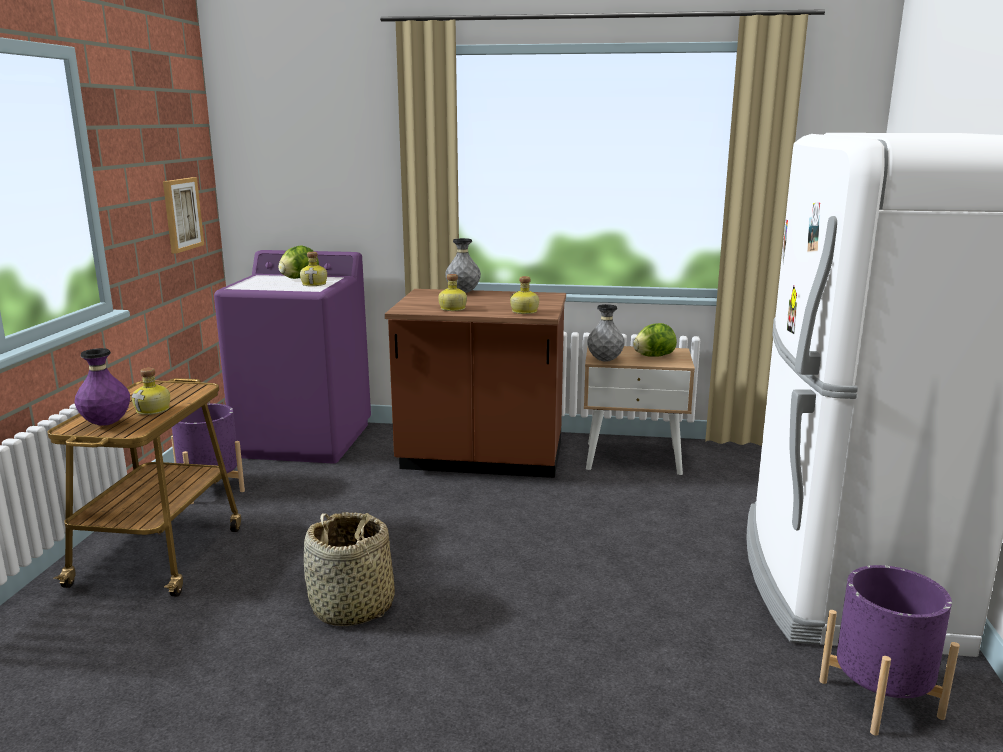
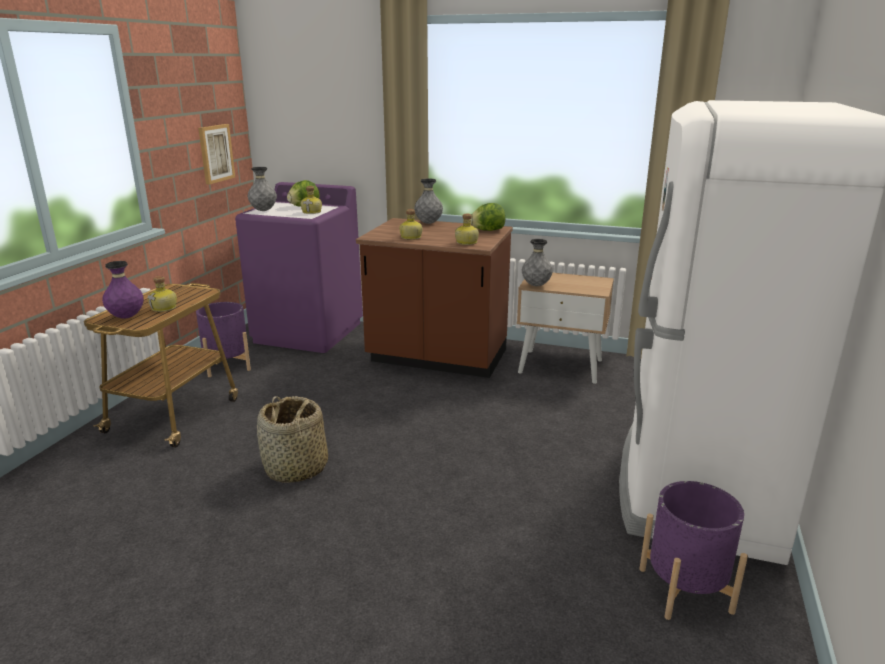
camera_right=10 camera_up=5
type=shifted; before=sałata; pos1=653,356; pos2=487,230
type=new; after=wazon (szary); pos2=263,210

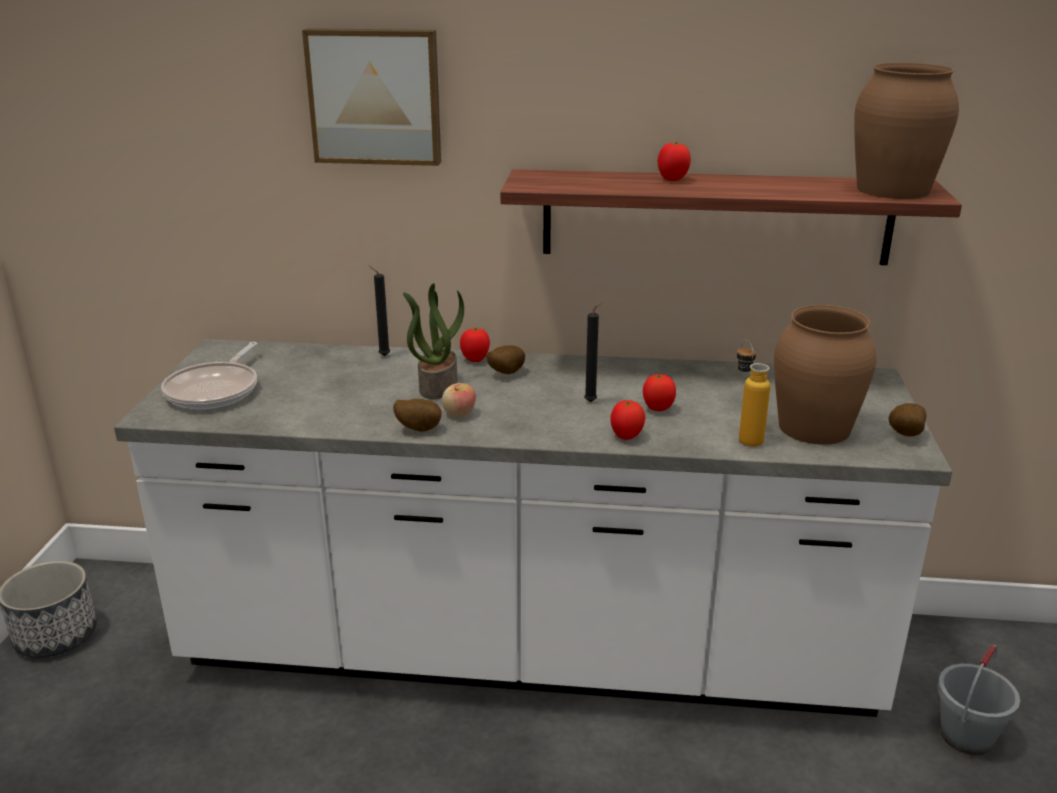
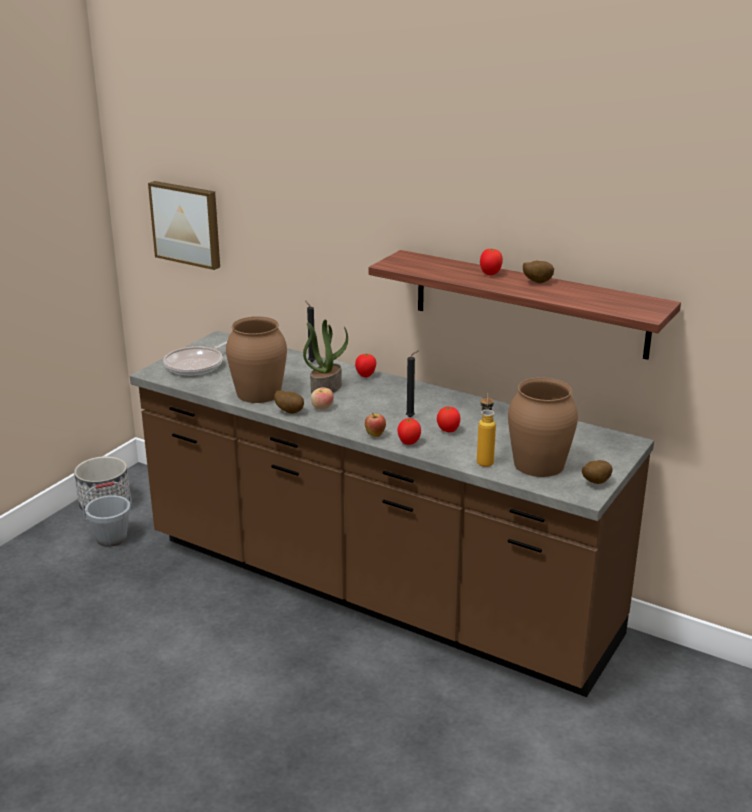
camera_right=25 camera_up=0
type=shifted; before=obraz; pos1=375,96; pos2=187,224
type=shifted; before=wazon (brązowy); pos1=891,189; pos2=258,393
type=repainted; before=zabudowa kuchenna (biały); after=zabudowa kuchenna (brązowy); pos1=528,653; pos2=376,591
type=shifted; before=ziemniak; pos1=504,373; pos2=536,282
type=shifted; before=wiadro (szary); pos1=965,736; pos2=111,538
type=new; after=jabłko; pos2=375,435

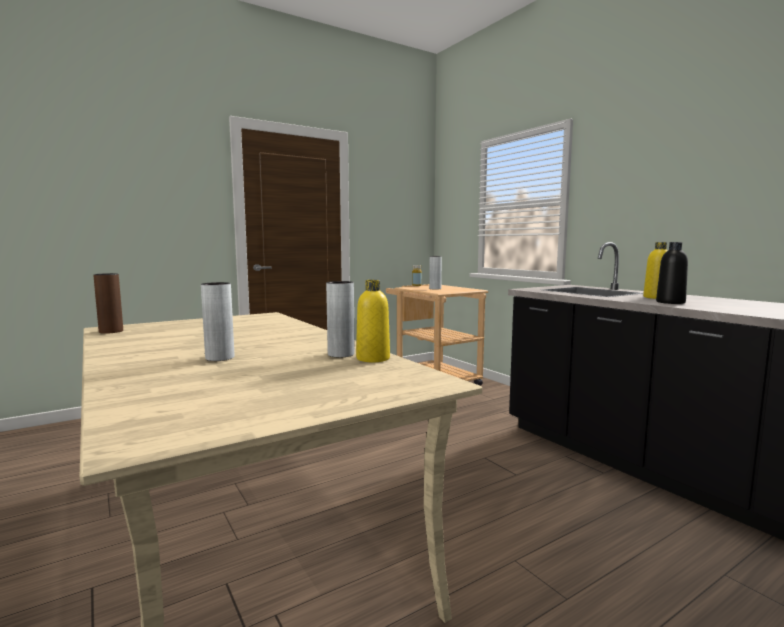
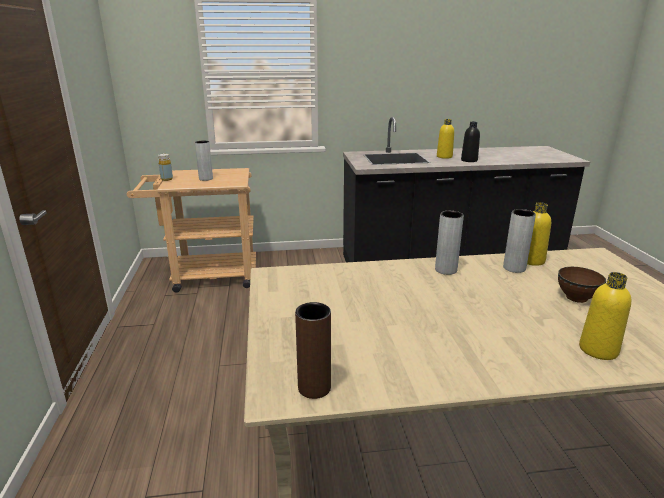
camera_right=-65 camera_up=15
type=shifted; before=wazon (szary); pos1=220,358; pos2=446,270
type=new; after=miska (brązowy); pos2=576,297
type=new; after=butelka (żółty); pos2=598,350

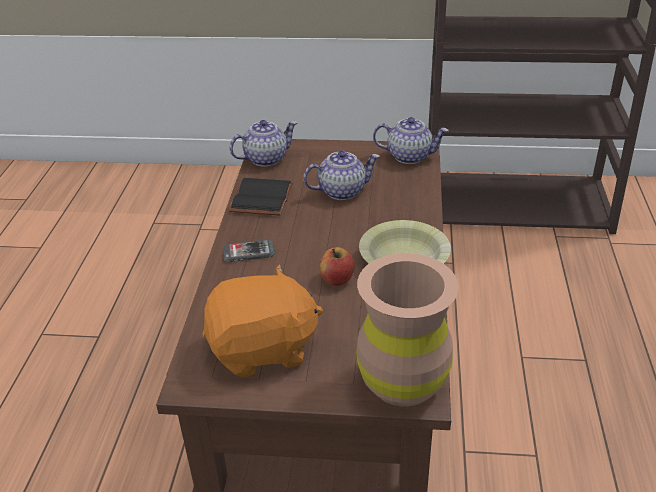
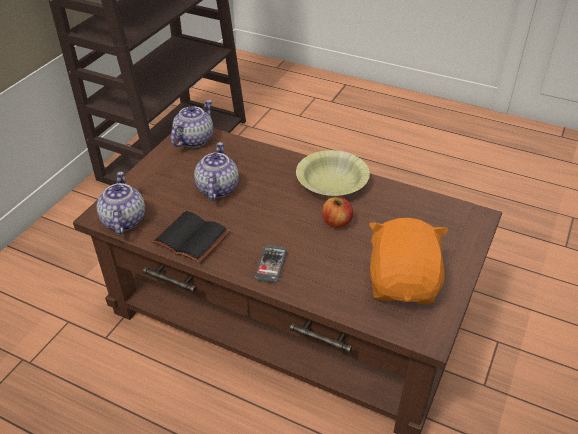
camera_right=-70 camera_up=5
type=gone; before=wazon (brązowy); pos1=403,381

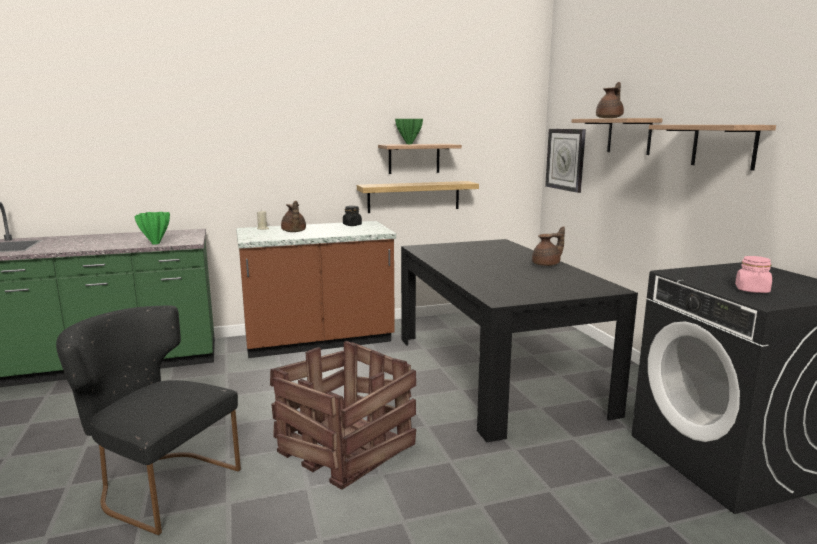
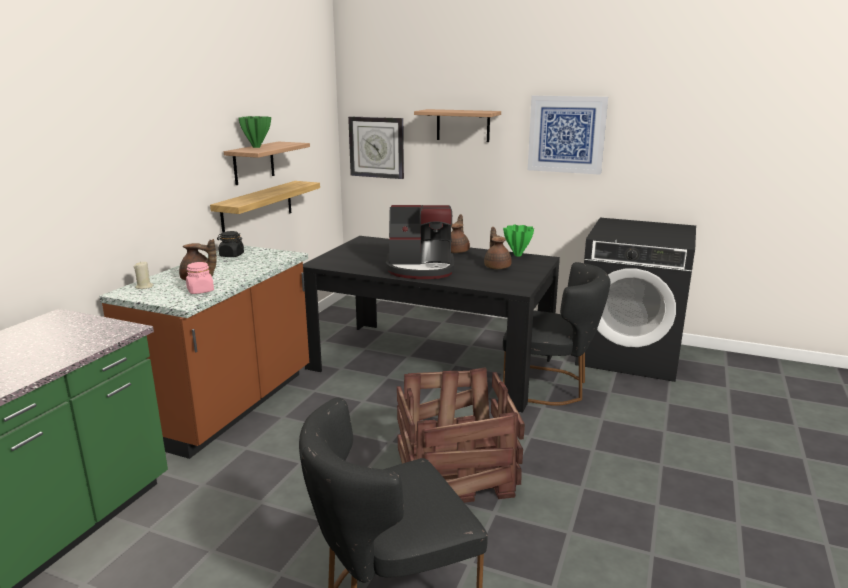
camera_right=-50 camera_up=5
type=shifted; before=imbryk (brązowy); pos1=610,118; pos2=497,267
type=swapped; before=półka; after=obraz; pos1=724,146; pos2=566,134
type=shifted; before=wazon (zielony); pos1=156,243; pos2=517,255
type=shifted; before=słoik (różowy); pos1=752,290; pos2=200,291
type=new; after=ekspres do kawy; pos2=421,269
type=new; after=krzesło (czarny); pos2=549,386

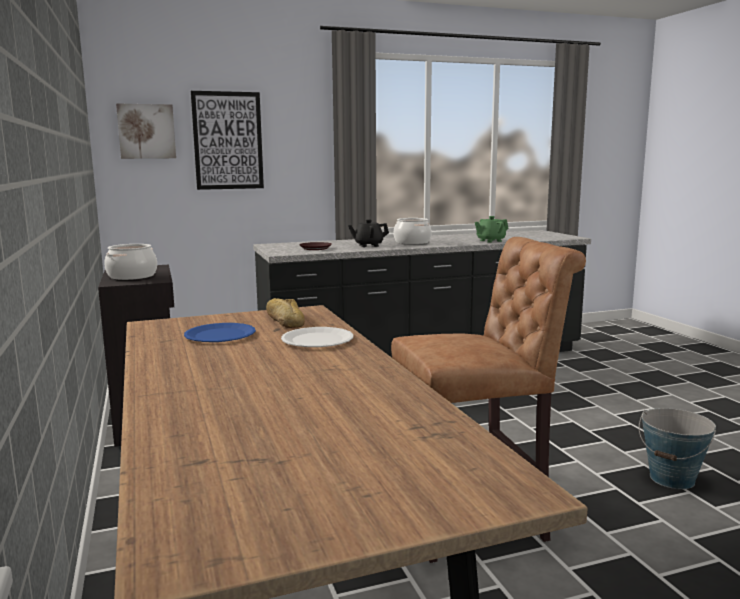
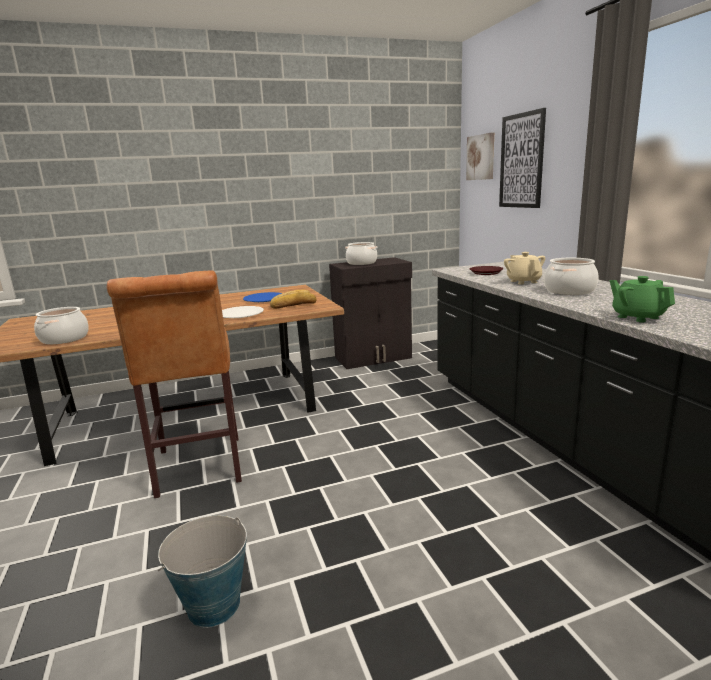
camera_right=90 camera_up=5
type=repainted; before=imbryk (czarny); after=imbryk (beżowy); pos1=368,245; pos2=523,281
type=new; after=garnek; pos2=64,339

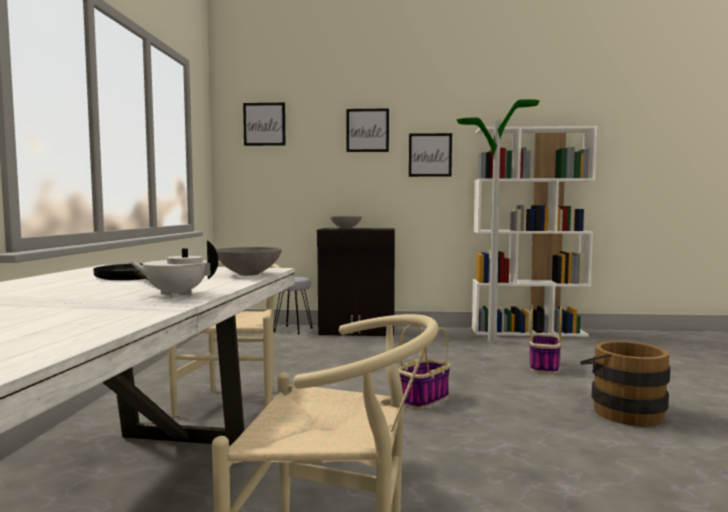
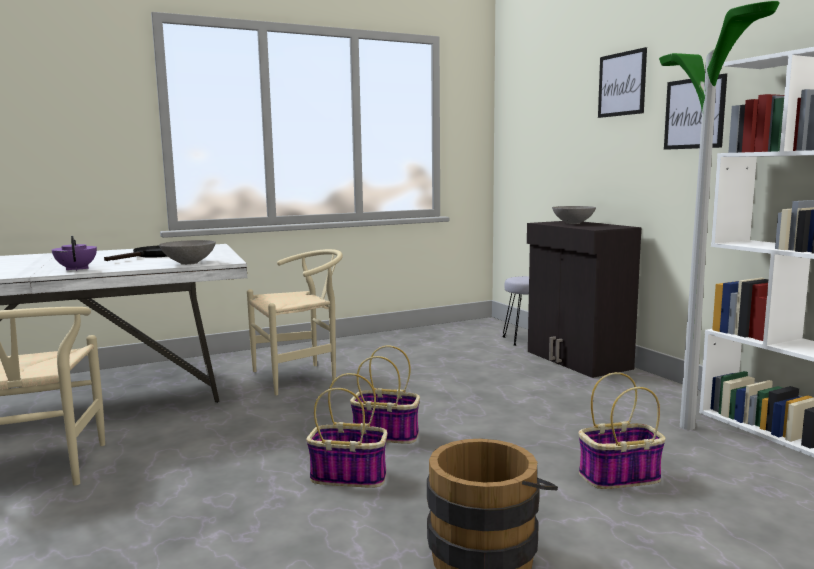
camera_right=60 camera_up=5
type=gone; before=obraz; pos1=264,124
type=repainted; before=imbryk (biały); after=imbryk (fioletowy); pos1=176,294; pos2=77,269
type=new; after=koszyk; pos2=350,476

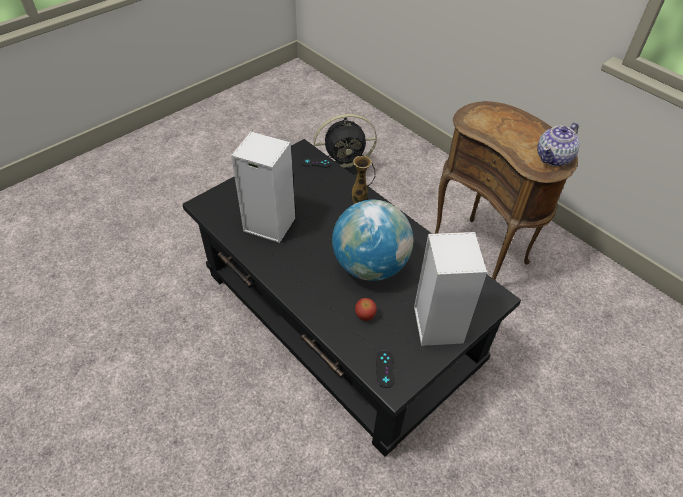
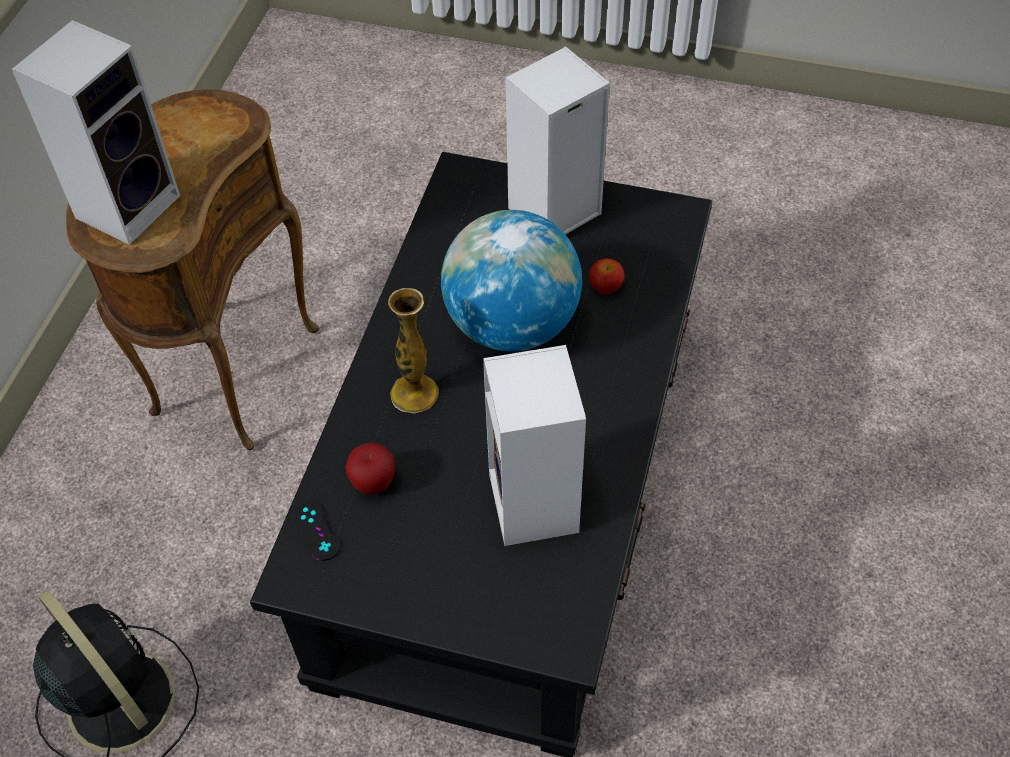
camera_right=-120 camera_up=5
type=gone; before=imbryk; pos1=554,158
type=gone; before=pad do gier (czarny); pos1=385,369
type=new; after=głośnik; pos2=129,203
type=new; after=jabłko; pos2=373,484

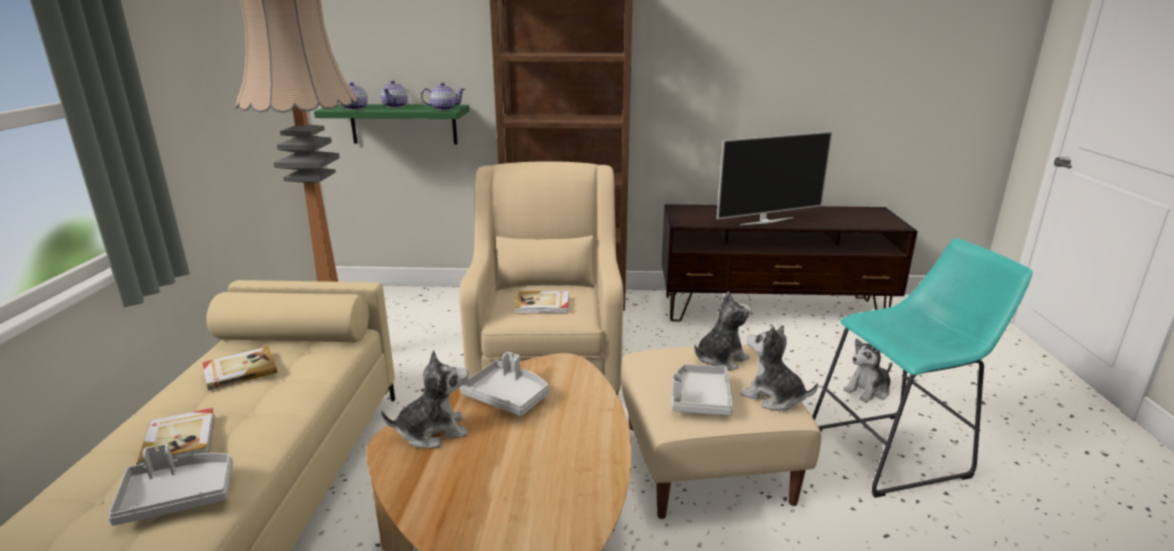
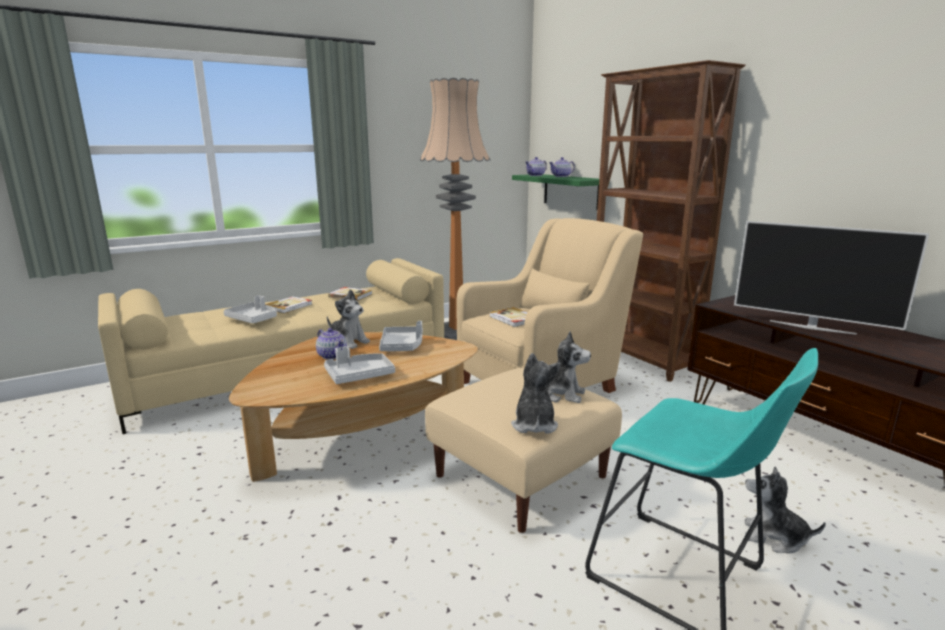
camera_right=55 camera_up=-5
type=shifted; before=imbryk; pos1=444,109; pos2=332,355
type=shifted; before=taca (szary); pos1=699,399; pos2=359,376

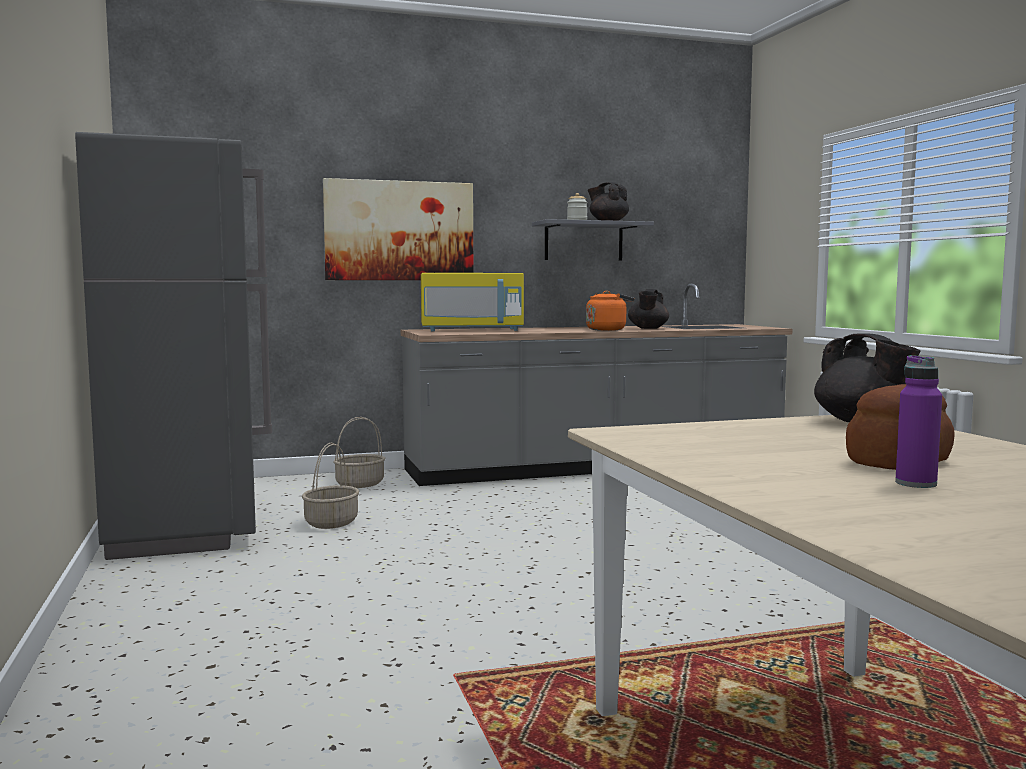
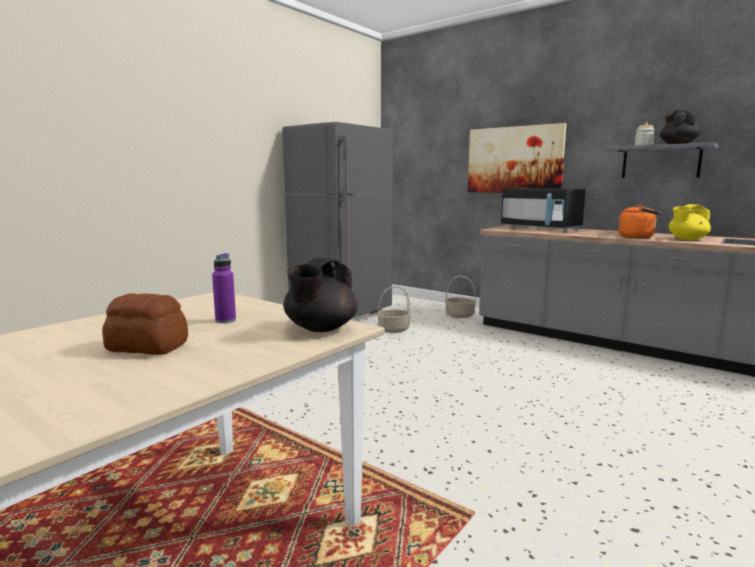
camera_right=55 camera_up=5
type=repainted; before=mikrofalówka (żółty); after=mikrofalówka (czarny); pos1=471,330; pos2=540,229
type=repainted; before=imbryk (czarny); after=imbryk (żółty); pos1=648,328; pos2=687,239
type=shifted; before=butelka (fioletowy); pos1=915,483; pos2=225,320

